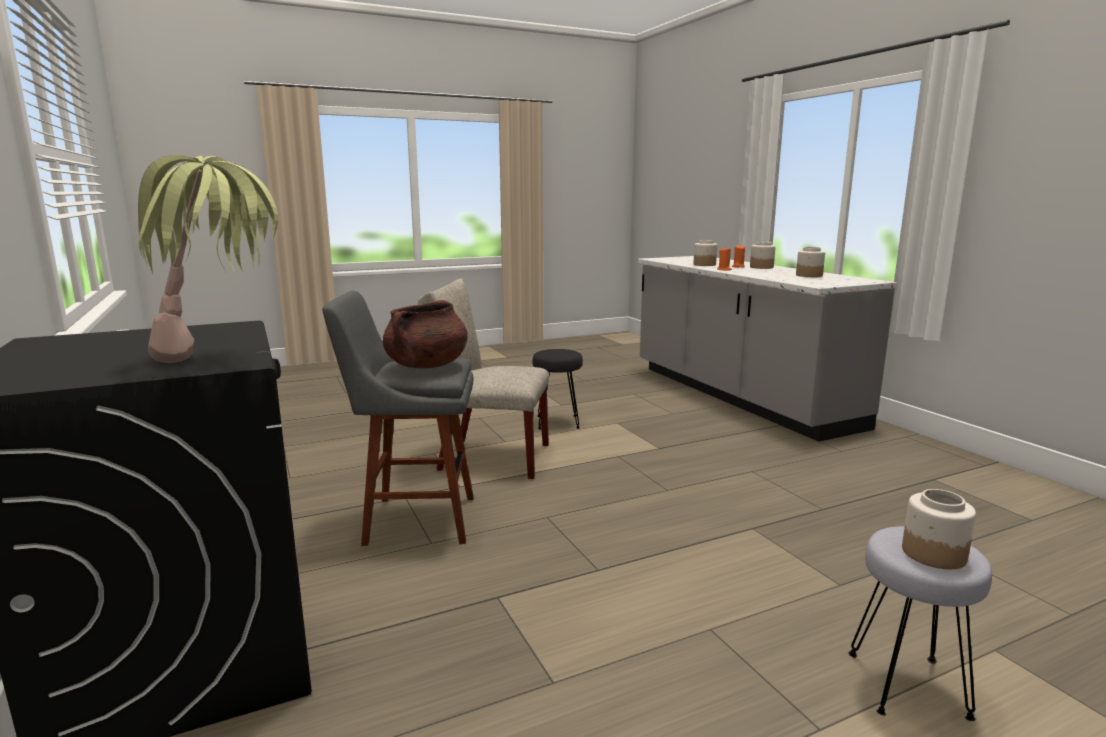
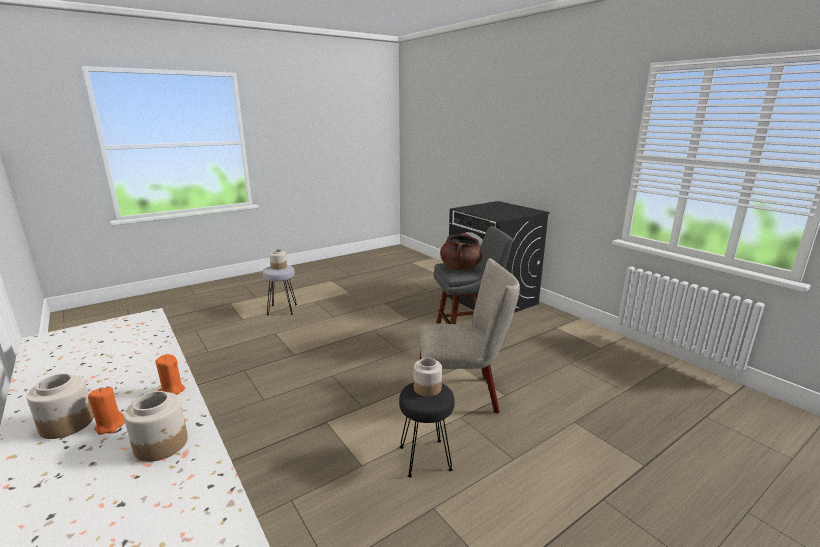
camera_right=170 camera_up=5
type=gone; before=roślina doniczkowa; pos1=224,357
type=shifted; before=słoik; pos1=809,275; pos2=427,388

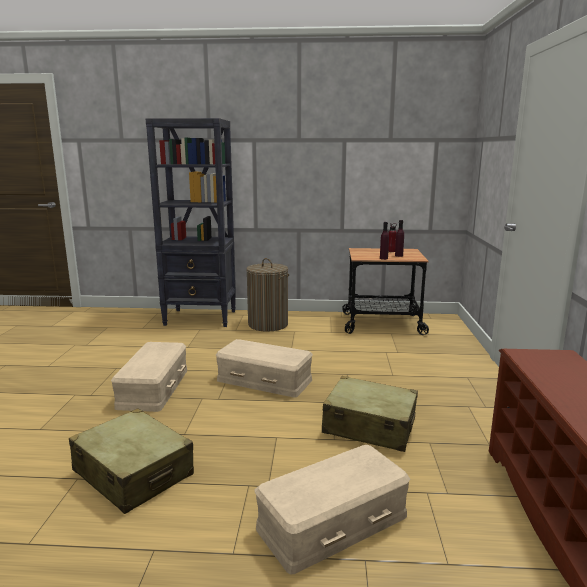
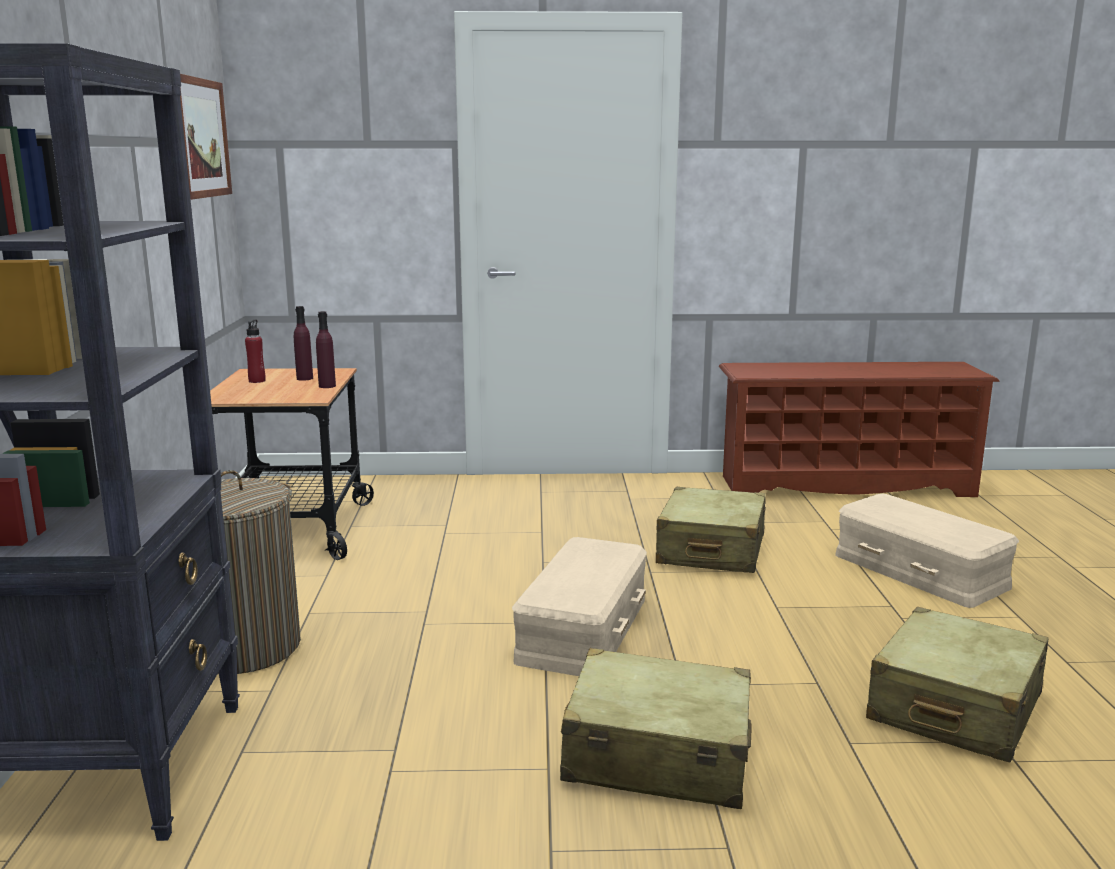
camera_right=-95 camera_up=0
type=swapped; before=pojemnik do przechowywania (beżowy); after=walizka (beżowy); pos1=152,388; pos2=656,755
type=new; after=obraz; pos2=198,138

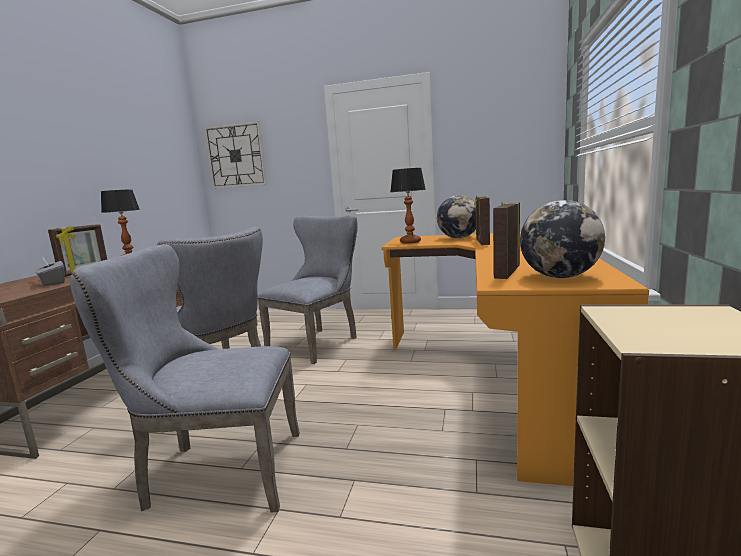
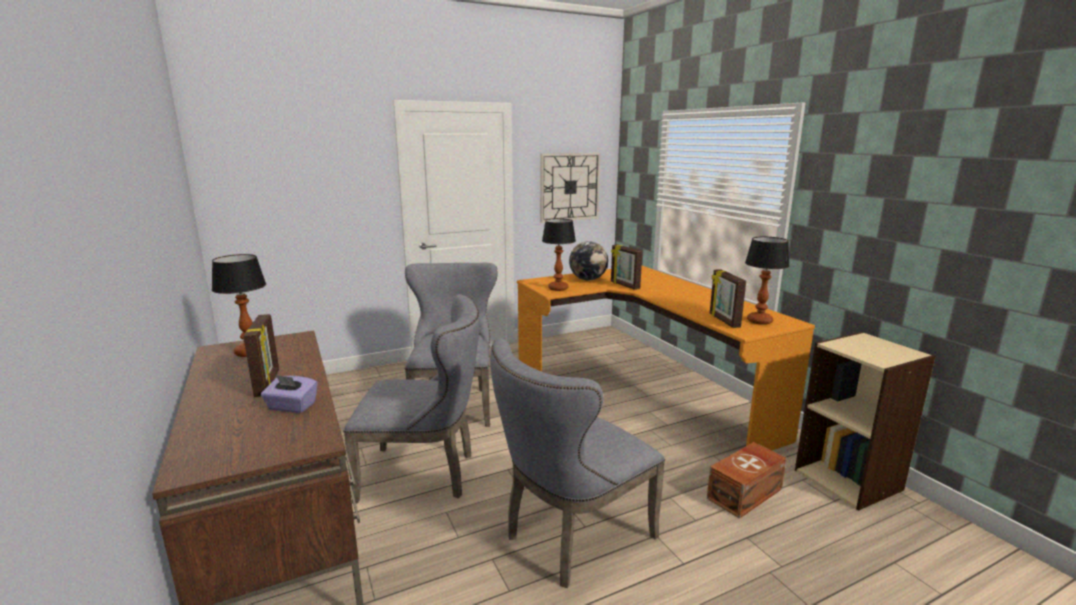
camera_right=-40 camera_up=5
type=shifted; before=zegar ścienny; pos1=236,156; pos2=569,187
type=swapped; before=globus; after=lampa stołowa; pos1=559,277; pos2=760,321
type=repainted; before=pudełko chusteczek (szary); after=pudełko chusteczek (fioletowy); pos1=53,283; pos2=291,407
type=new; after=pojemnik do przechowywania (brązowy); pos2=746,494

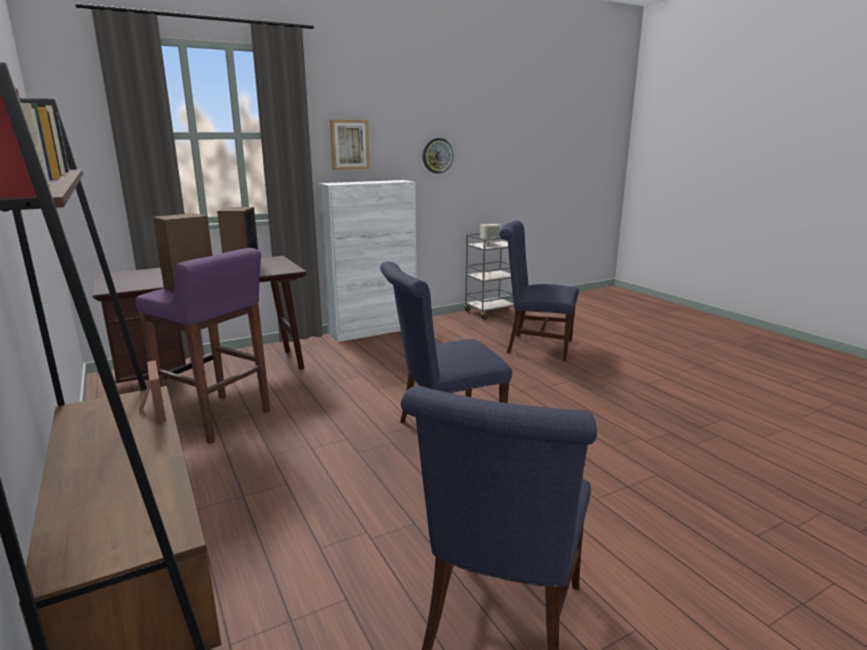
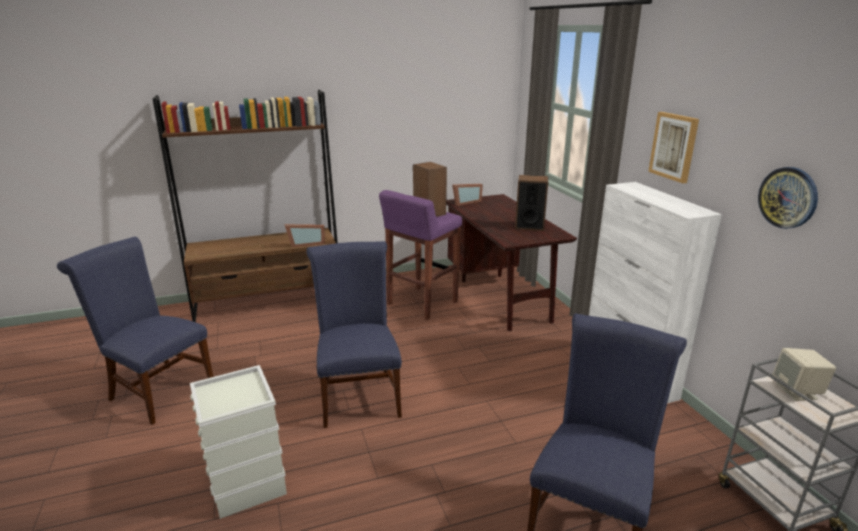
camera_right=100 camera_up=5
type=new; after=ramka na zdjęcie; pos2=465,202
type=new; after=pojemnik do przechowywania (szary); pos2=246,484

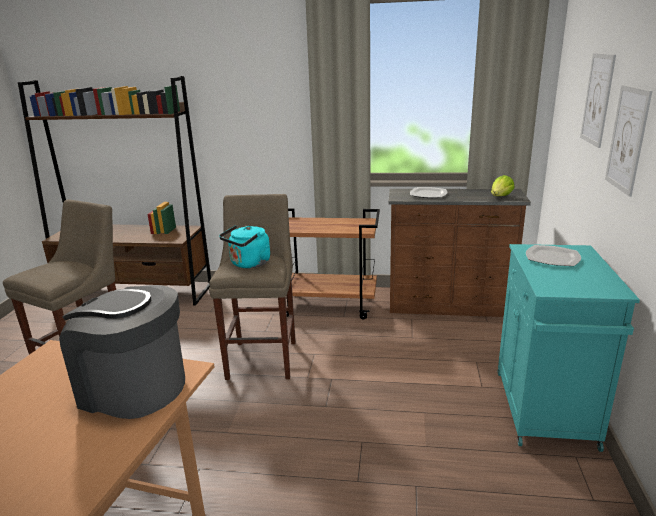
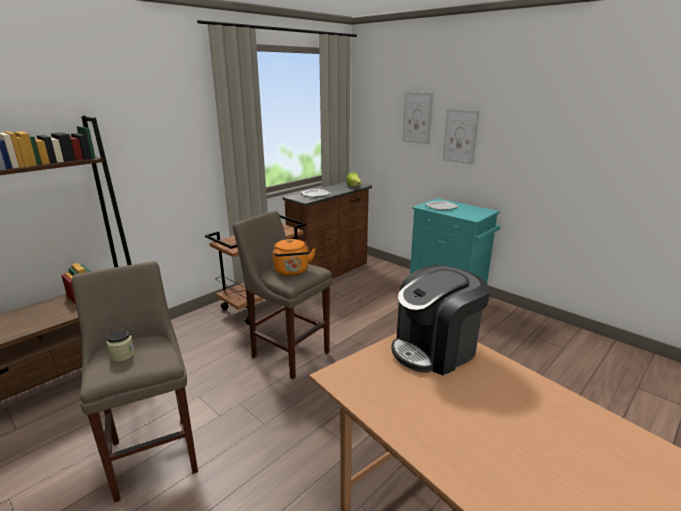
camera_right=-55 camera_up=0
type=repainted; before=czajnik (turkusowy); after=czajnik (pomarańczowy); pos1=249,264; pos2=292,272
type=new; after=słoik; pos2=122,355

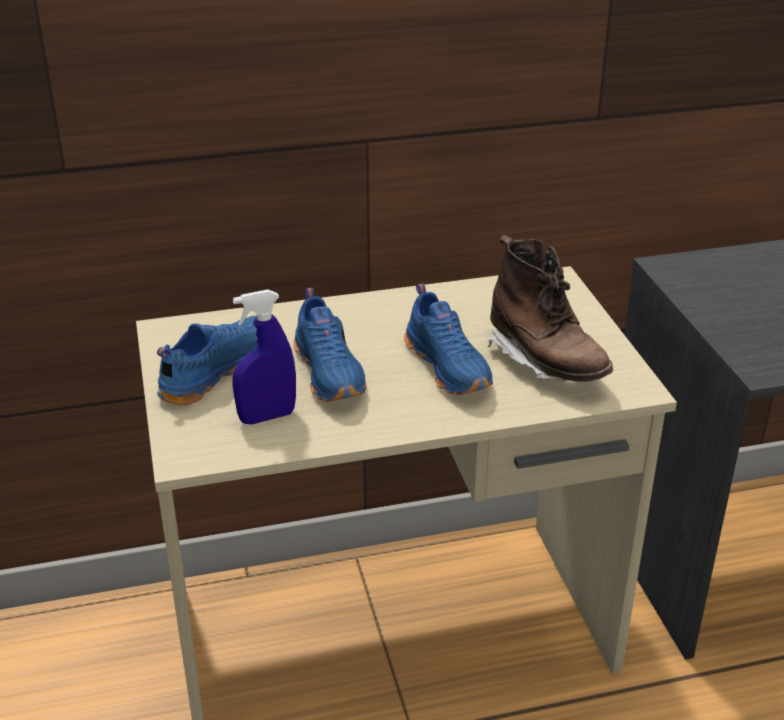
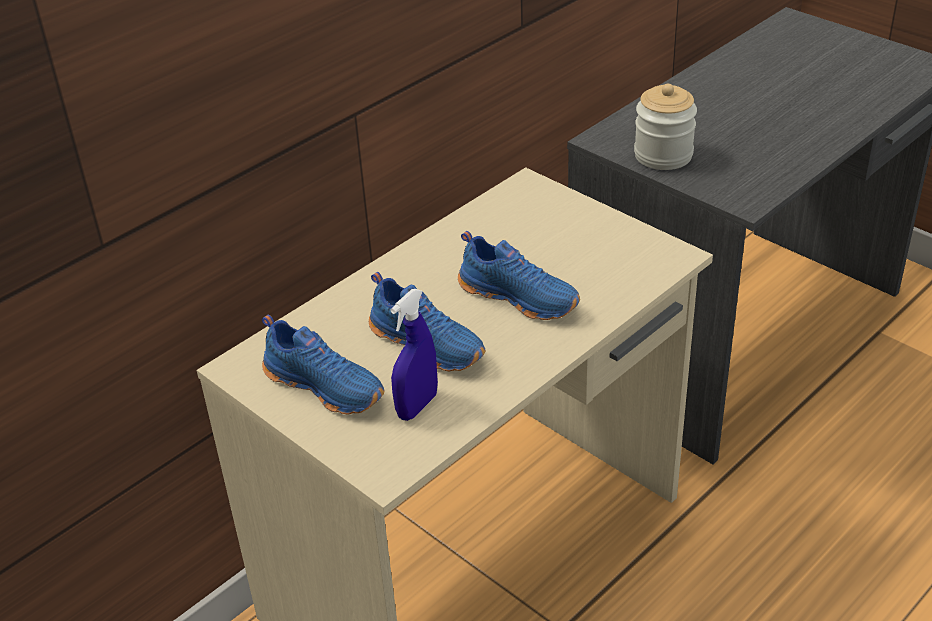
camera_right=-30 camera_up=5
type=gone; before=but z cholewką (brązowy); pos1=545,361
type=rotated; before=but (niebieski); pos1=215,371; pos2=326,385; turn=120
type=new; after=słoik; pos2=663,155

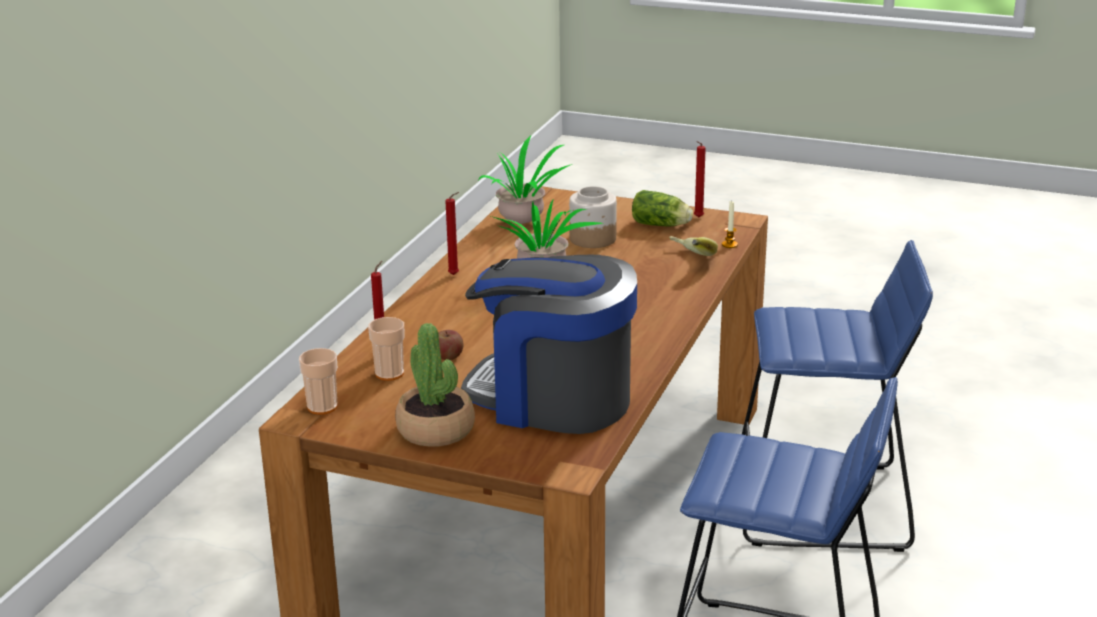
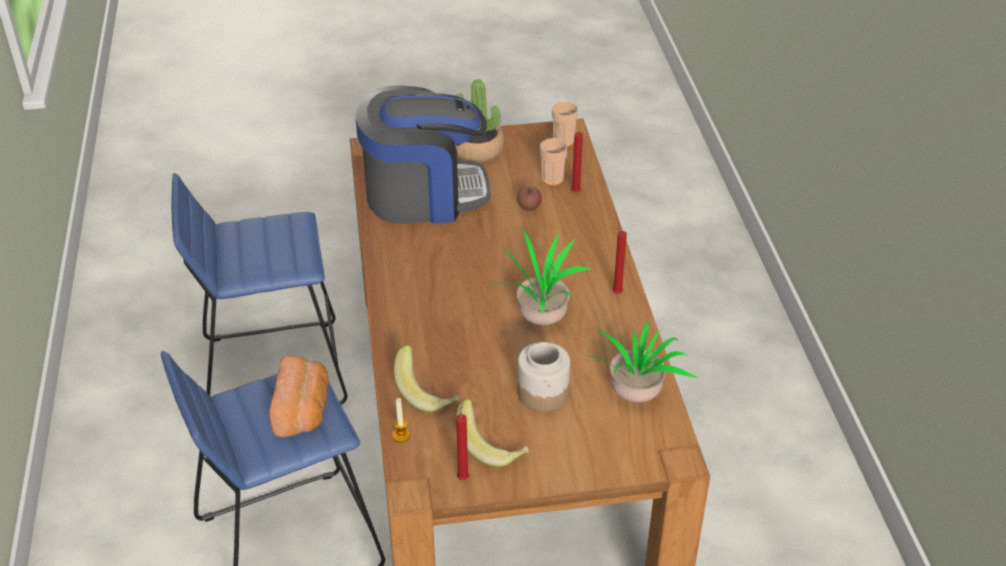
camera_right=150 camera_up=15
type=swapped; before=sałata; after=banan; pos1=662,225; pos2=491,446
type=new; after=chleb; pos2=303,410

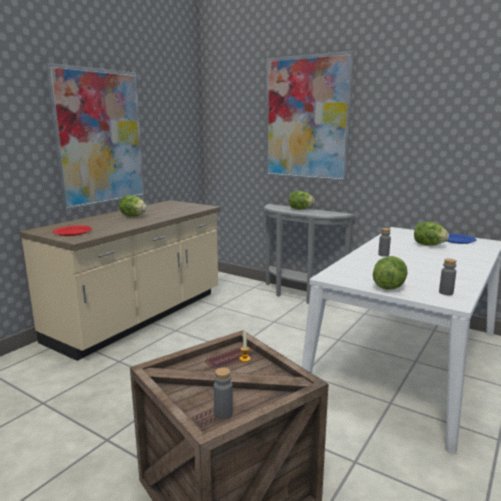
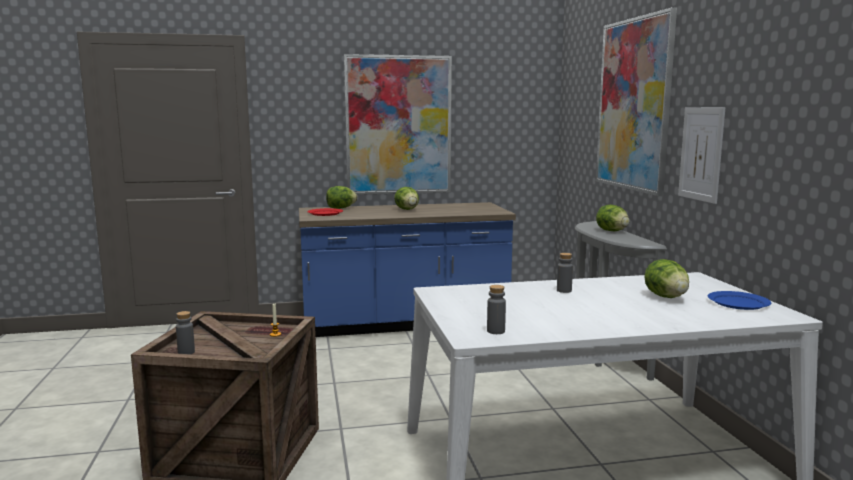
camera_right=45 camera_up=-5
type=repainted; before=zabudowa kuchenna (beżowy); after=zabudowa kuchenna (niebieski); pos1=139,317; pos2=404,323
type=shifted; before=sałata; pos1=388,287; pos2=340,208
type=new; after=obraz; pos2=701,154

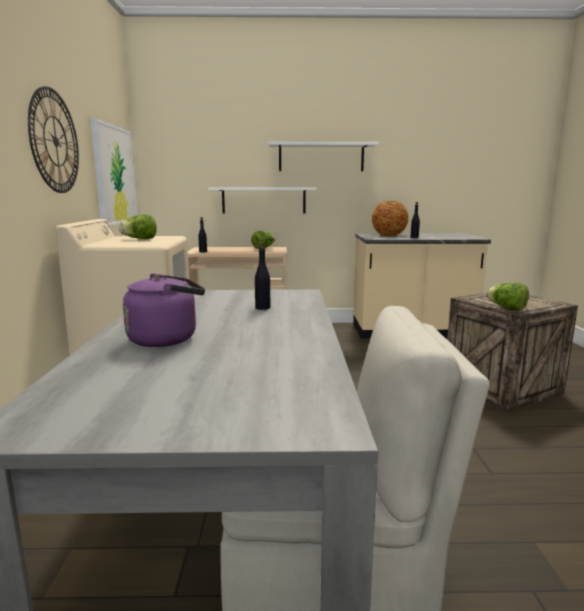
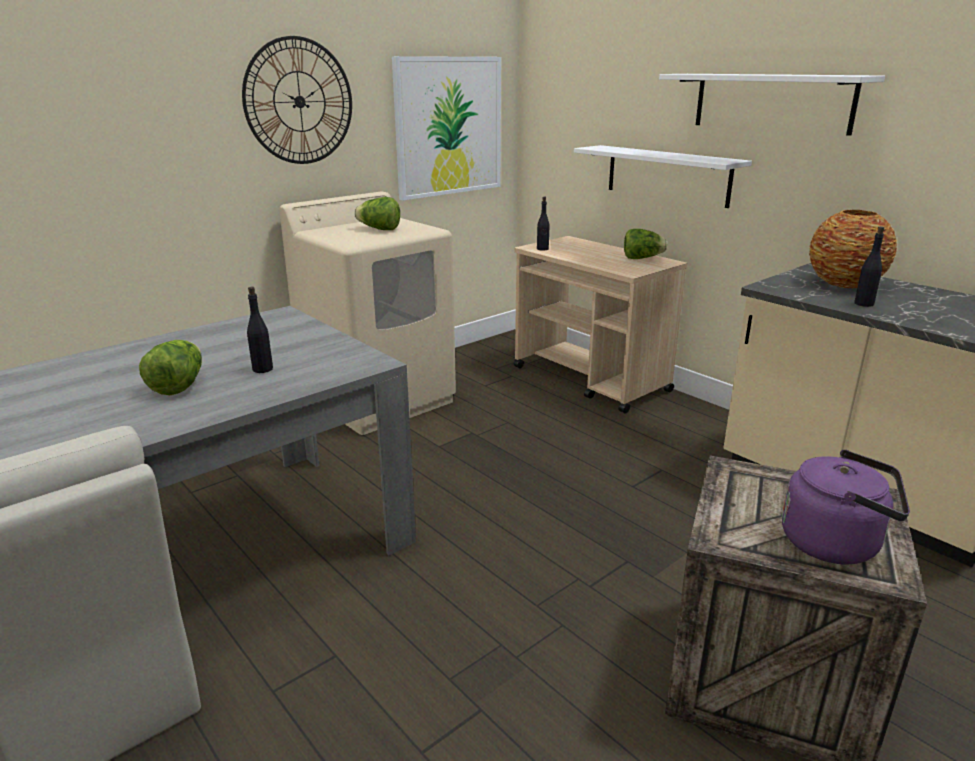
camera_right=50 camera_up=10
type=shifted; before=czajnik (fioletowy); pos1=167,339; pos2=836,543
type=shifted; before=sałata; pos1=507,308; pos2=179,386

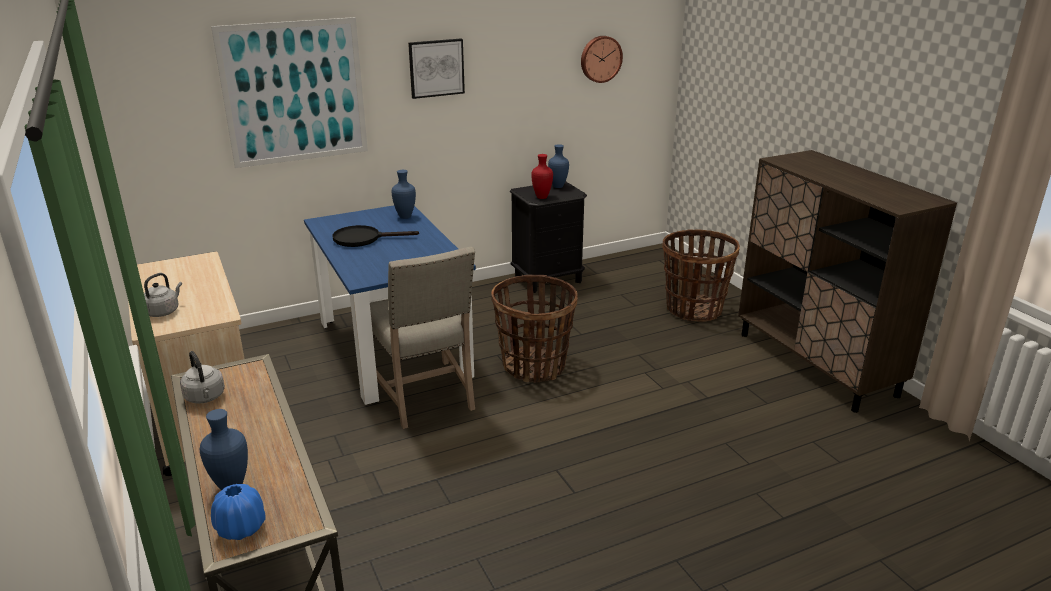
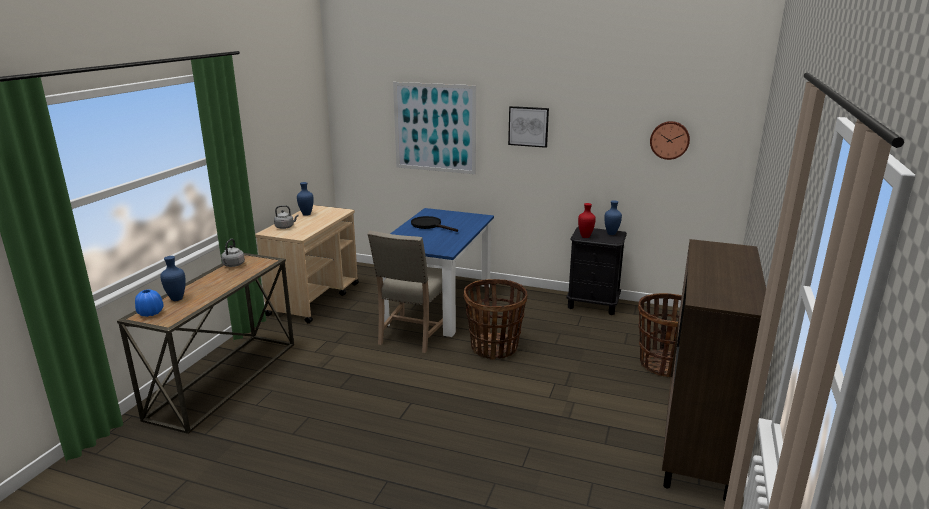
camera_right=45 camera_up=-5
type=shifted; before=wazon (niebieski); pos1=406,217; pos2=306,214

